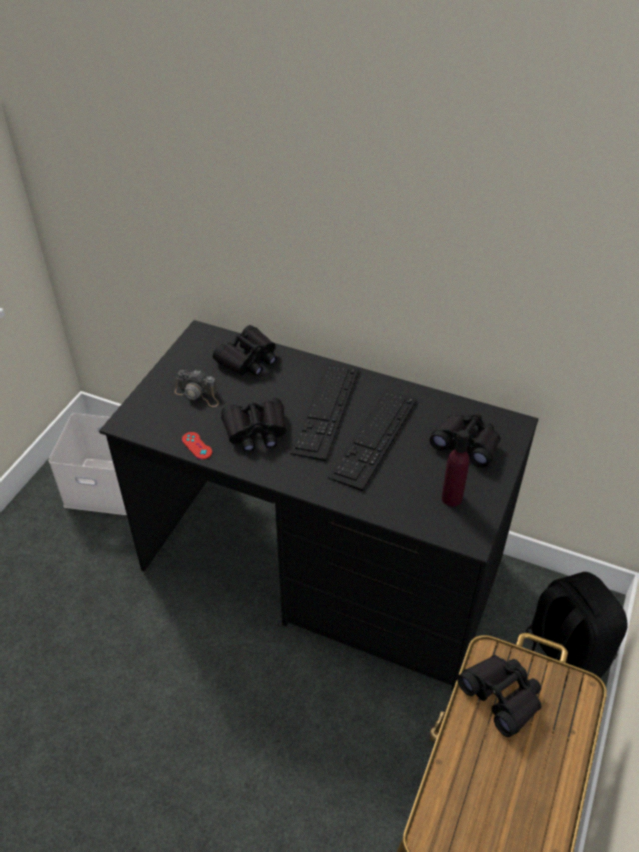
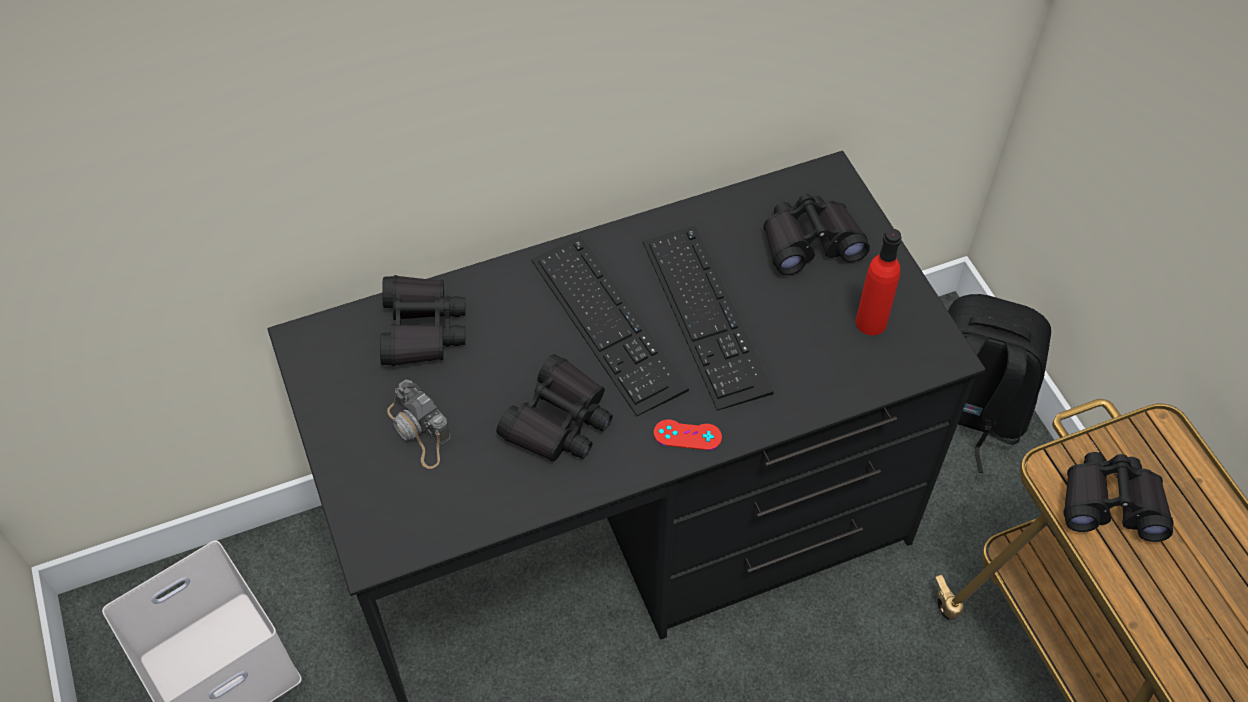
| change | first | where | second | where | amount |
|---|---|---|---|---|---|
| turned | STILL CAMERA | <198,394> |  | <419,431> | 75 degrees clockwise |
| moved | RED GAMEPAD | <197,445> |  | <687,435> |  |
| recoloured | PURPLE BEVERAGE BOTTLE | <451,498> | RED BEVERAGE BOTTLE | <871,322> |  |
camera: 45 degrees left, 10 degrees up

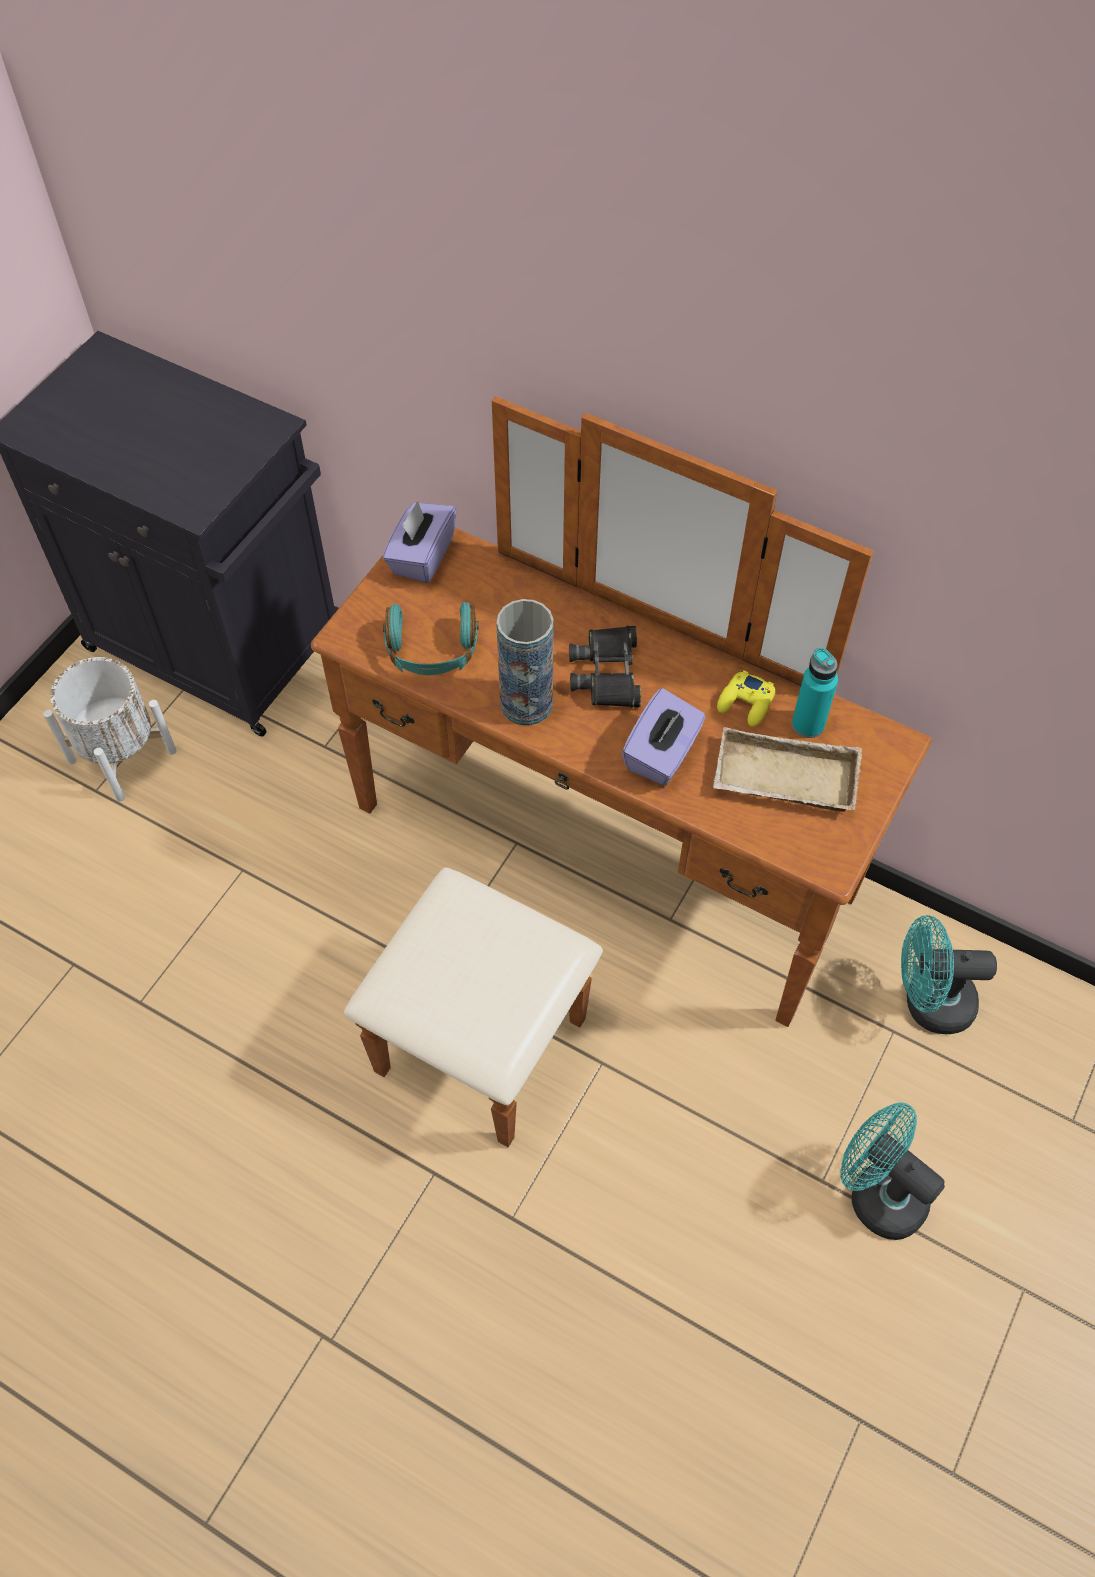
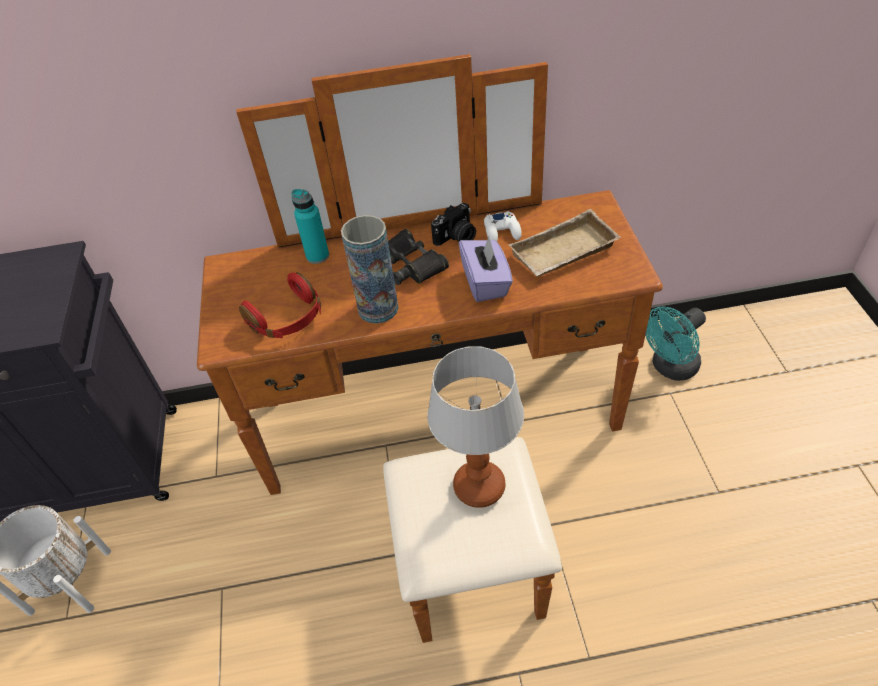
| change | first | where | second | where | amount |
|---|---|---|---|---|---|
| removed | PURPLE TISSUE BOX | <421,557> |  |  |  |
| recoloured | BLUE-GREEN PAIR OF HEADPHONES | <432,651> | RED PAIR OF HEADPHONES | <288,319> |  |
| recoloured | YELLOW GAMEPAD | <746,703> | WHITE GAMEPAD | <502,231> |  |
| moved | BLUE-GREEN BEVERAGE BOTTLE | <808,724> |  | <317,256> |  |
| removed | BLUE-GREEN COOLING FAN | <877,1192> |  |  |  |
| added |  |  | LAMP FOR A TABLE | <480,486> |  |
| added |  |  | STILL CAMERA | <456,237> |  |
camera: 35 degrees left, 10 degrees down

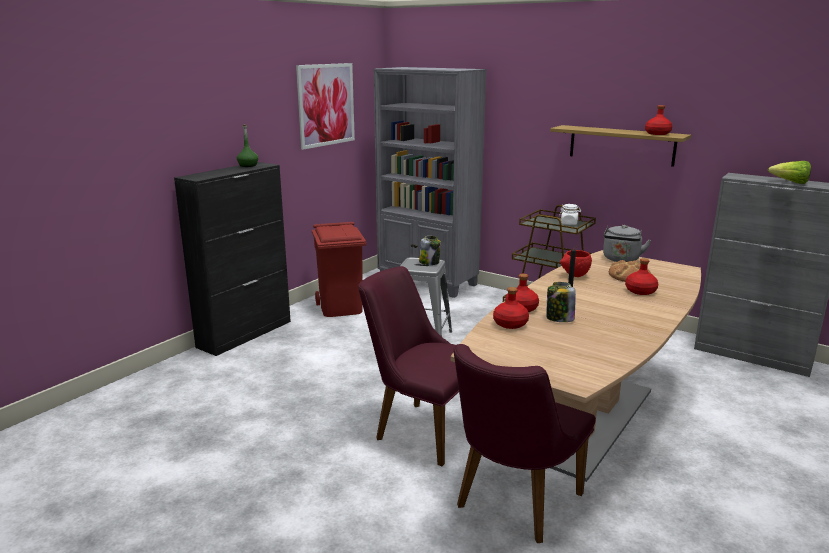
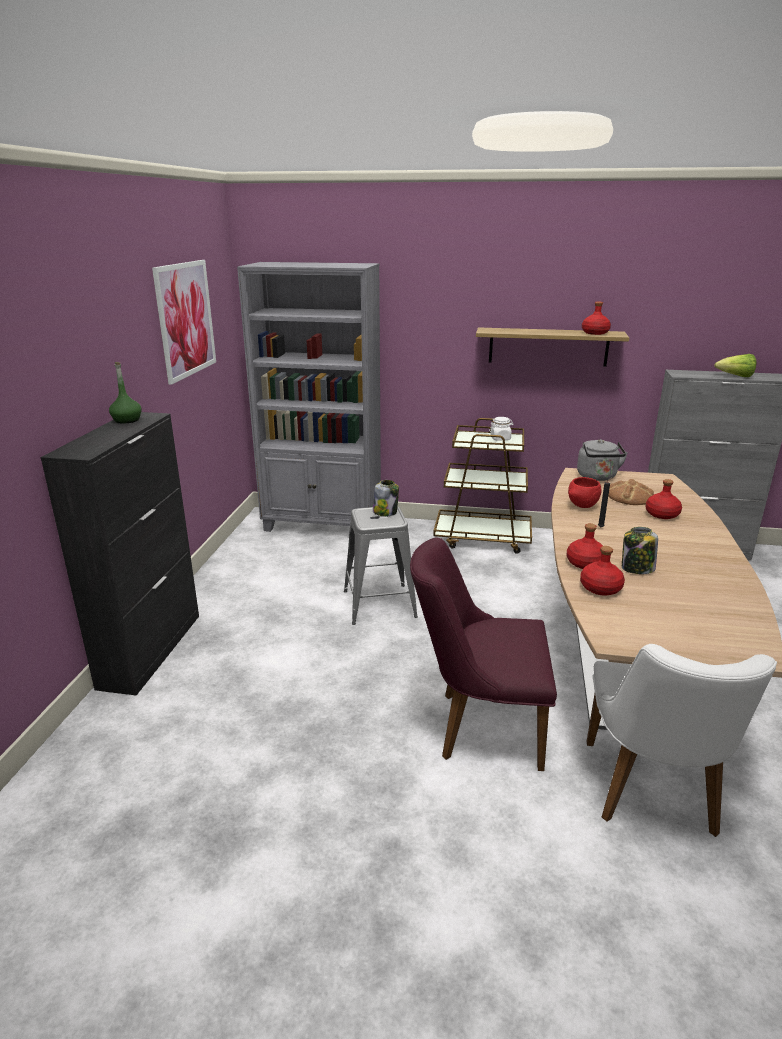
| change | first | where | second | where | amount |
|---|---|---|---|---|---|
| removed | RED RUBBISH BIN | <341,308> |  |  |  |
| recoloured | PURPLE CHAIR | <512,505> | WHITE CHAIR | <652,796> |  |
camera: 25 degrees left, 5 degrees up

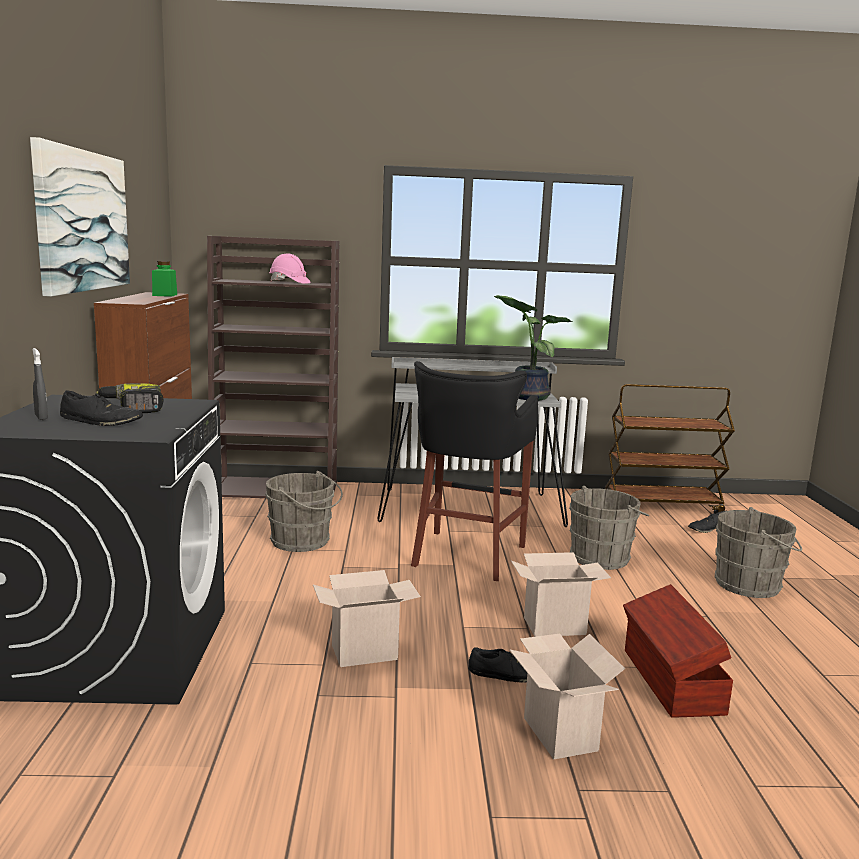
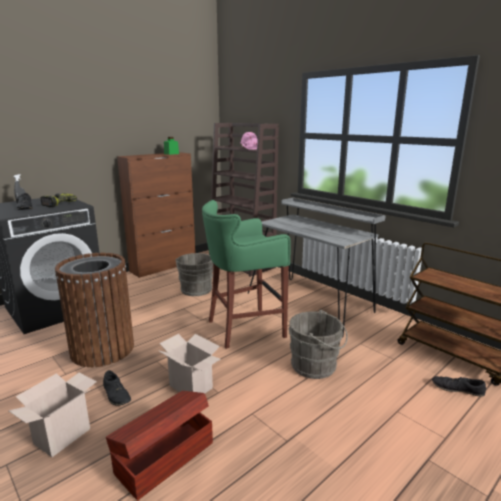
| change | first | where | second | where | amount |
|---|---|---|---|---|---|
| removed | WALL PICTURE | <82,221> |  |  |  |
| replaced | PACKING BOX | <366,651> | BROWN-COLOURED RUBBISH BIN | <103,349> |  |
| recoloured | BLACK STOOL | <466,556> | GREEN-COLOURED STOOL | <243,328> |  |
| removed | HOUSEPLANT | <527,397> |  |  |  |
| removed | GREYISH WATER BUCKET | <751,585> |  |  |  |
camera: 50 degrees right, 5 degrees up

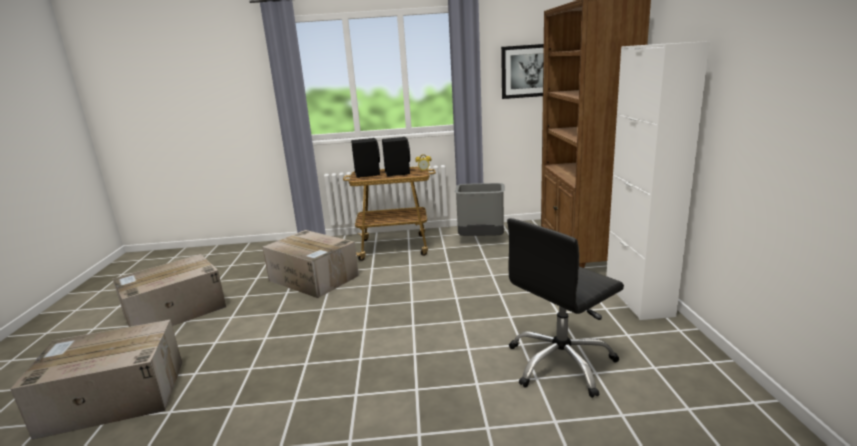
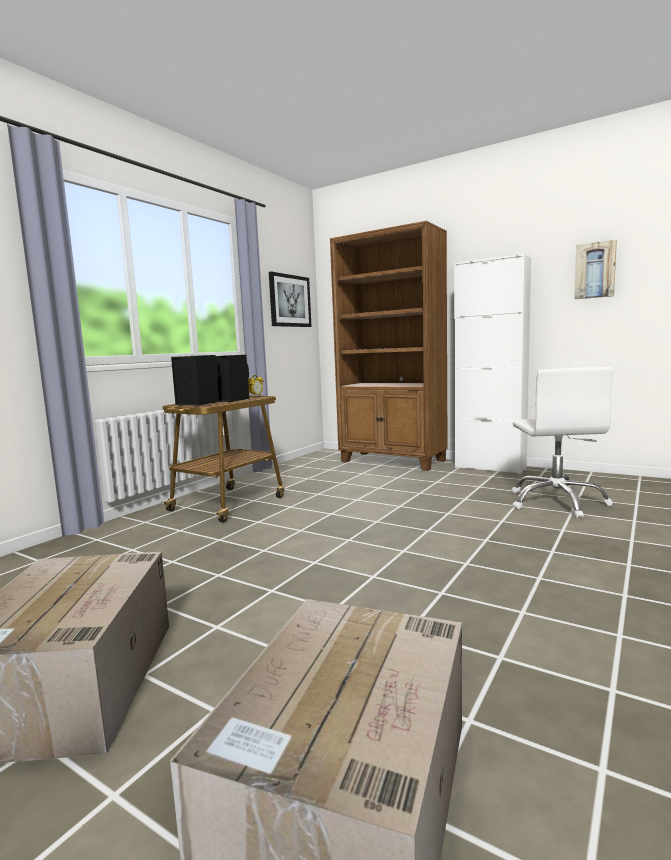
| change | first | where | second | where | amount |
|---|---|---|---|---|---|
| removed | PACKING BOX | <314,278> |  |  |  |
| removed | GREYISH RUBBISH BIN | <481,239> |  |  |  |
| recoloured | BLACK OFFICE CHAIR | <561,363> | WHITE OFFICE CHAIR | <557,502> |  |
| added |  |  | WALL PICTURE | <595,270> |  |
camera: 55 degrees left, 10 degrees down

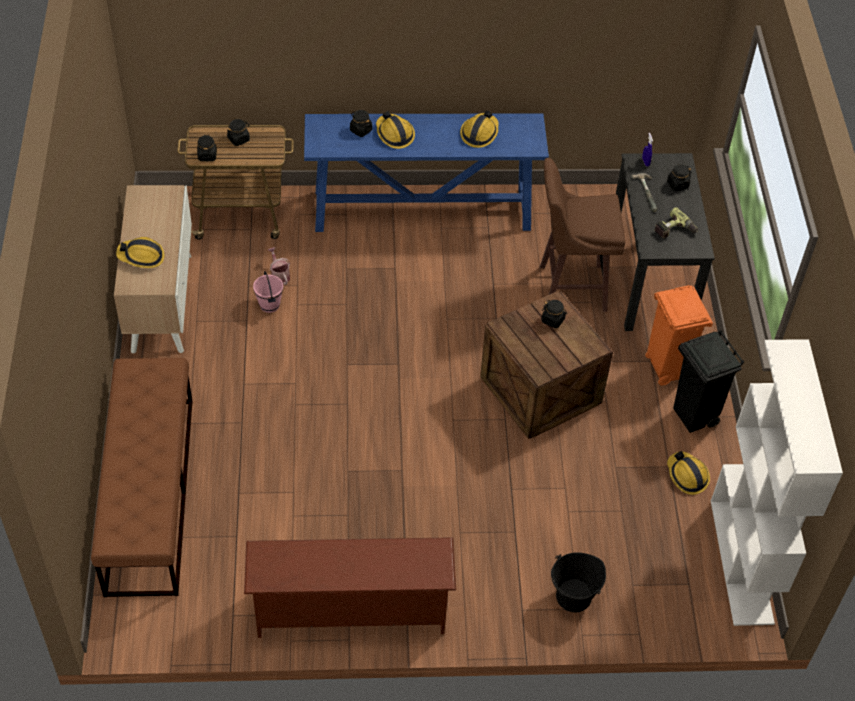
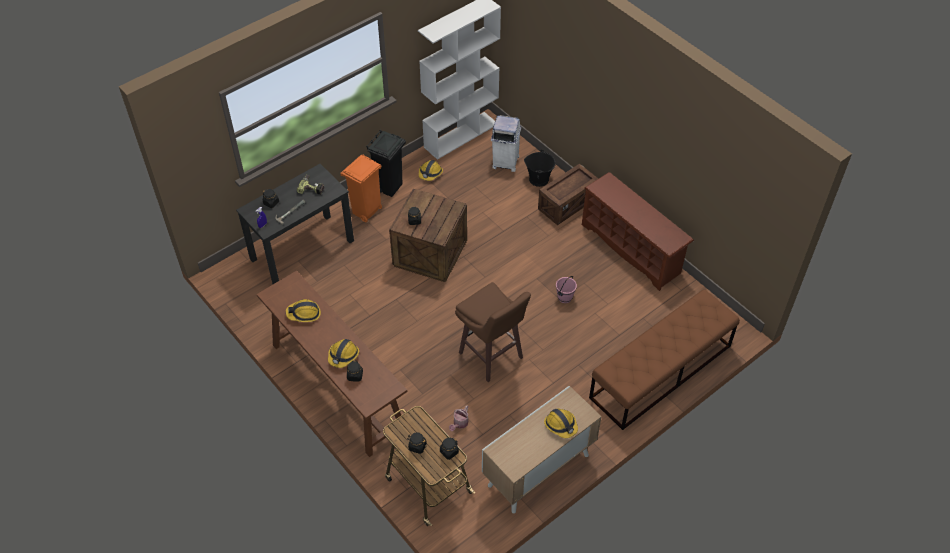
| change | first | where | second | where | amount |
|---|---|---|---|---|---|
| moved | PINK-COLOURED WATER BUCKET | <269,305> |  | <565,298> |  |
| recoloured | BLUE-COLOURED HALL TABLE | <423,210> | BROWN-COLOURED HALL TABLE | <337,386> |  |
| moved | BROWN-COLOURED STOOL | <570,288> |  | <491,357> |  |
| added |  |  | WHITE RUBBISH BIN | <505,162> |  |
| added |  |  | PACKING CRATE | <567,204> |  |
camera: 125 degrees left, 0 degrees up

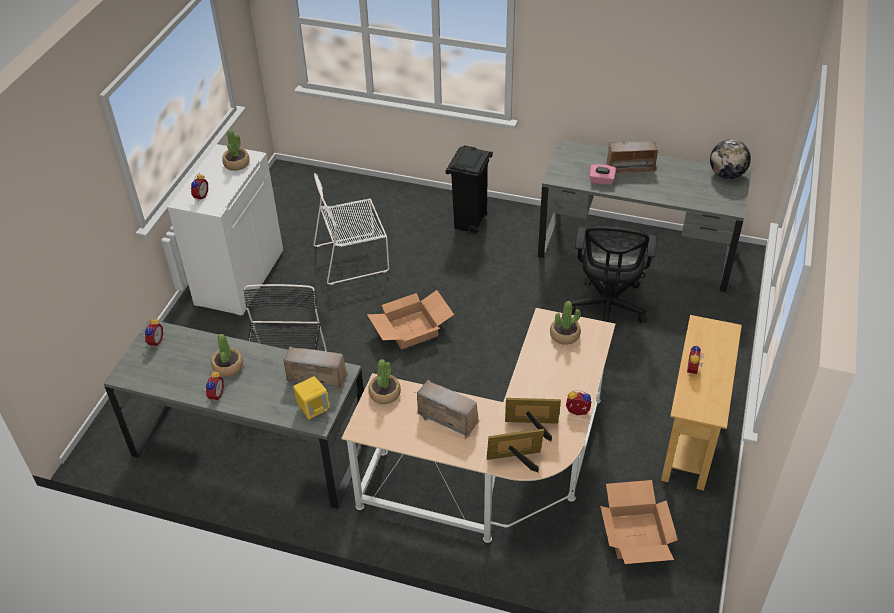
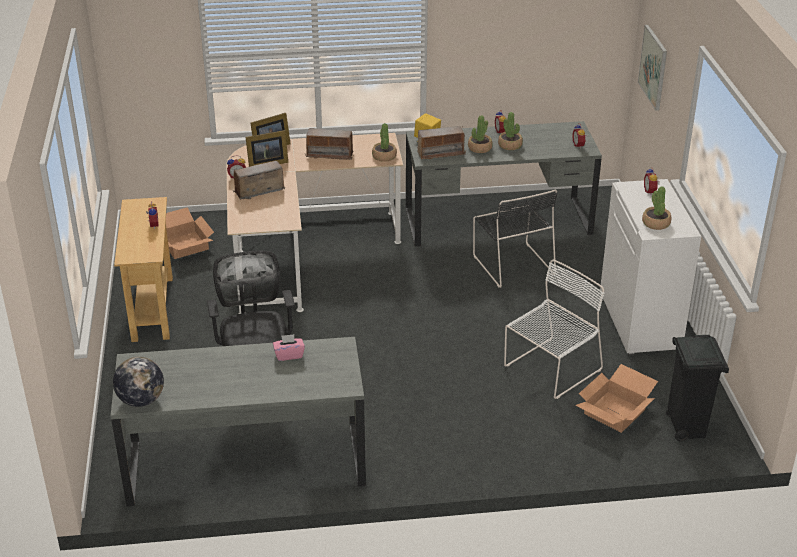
| change | first | where | second | where | amount |
|---|---|---|---|---|---|
| moved | PACKING BOX | <411,329> |  | <615,412> |  |
| moved | BLACK RUBBISH BIN | <469,224> |  | <686,428> |  |
| moved | HOUSEPLANT | <564,335> |  | <479,148> |  |
| moved | RADIO SET | <630,167> |  | <259,191> |  |
| added |  |  | WALL PICTURE | <653,67> |  |
camera: 155 degrees right, 10 degrees down

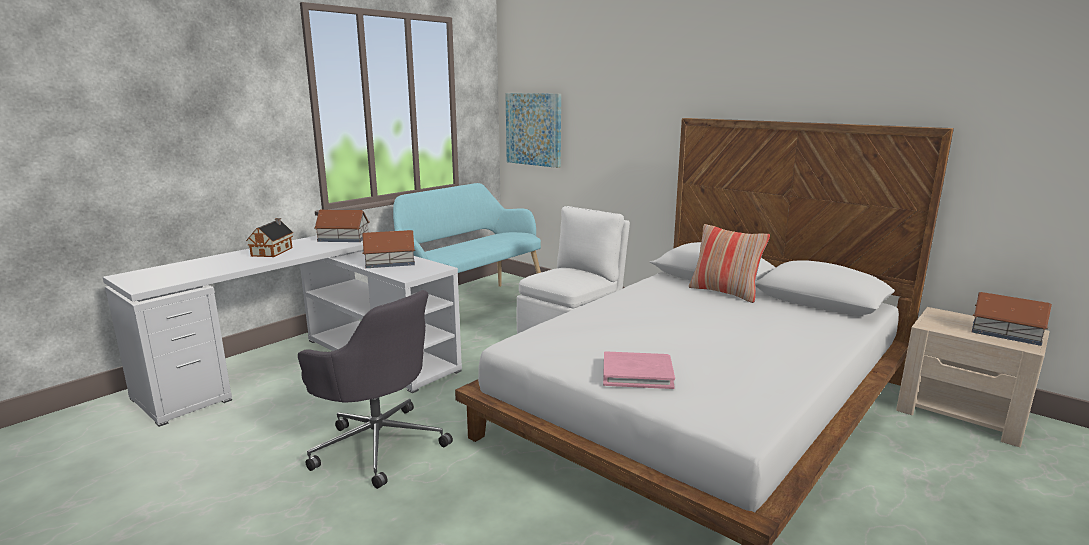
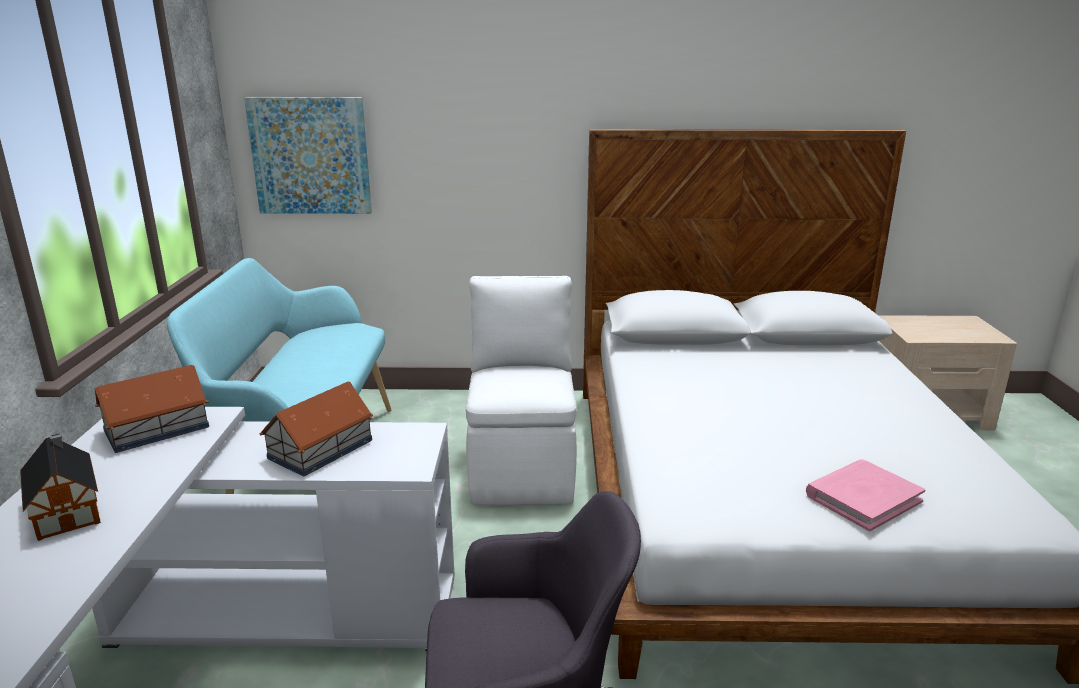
| change | first | where | second | where | amount |
|---|---|---|---|---|---|
| removed | THROW PILLOW | <724,292> |  |  |  |
| removed | MODEL HOUSE | <1006,333> |  |  |  |
camera: 40 degrees left, 5 degrees up

